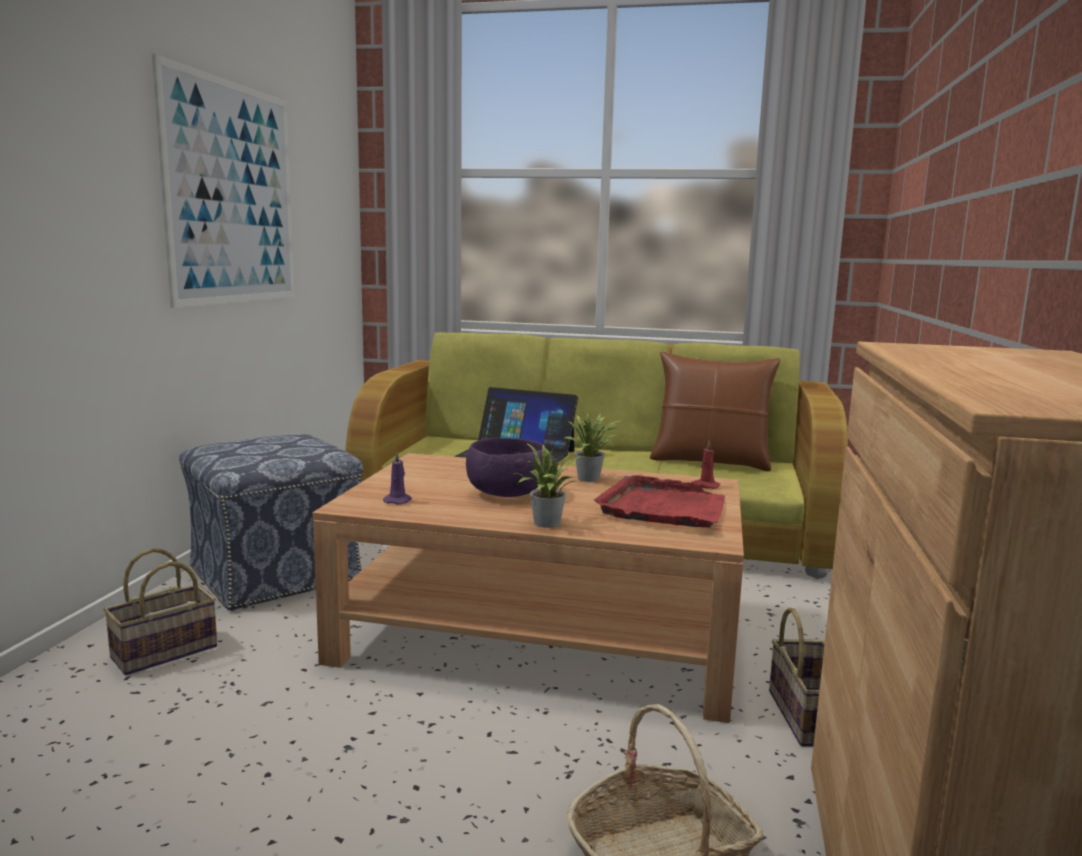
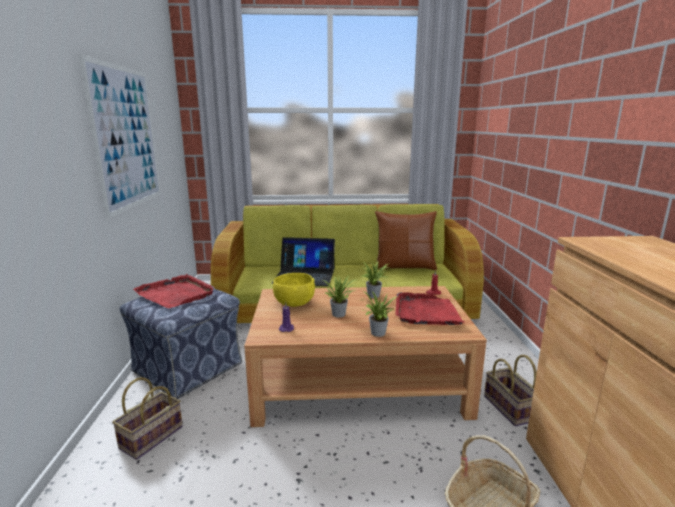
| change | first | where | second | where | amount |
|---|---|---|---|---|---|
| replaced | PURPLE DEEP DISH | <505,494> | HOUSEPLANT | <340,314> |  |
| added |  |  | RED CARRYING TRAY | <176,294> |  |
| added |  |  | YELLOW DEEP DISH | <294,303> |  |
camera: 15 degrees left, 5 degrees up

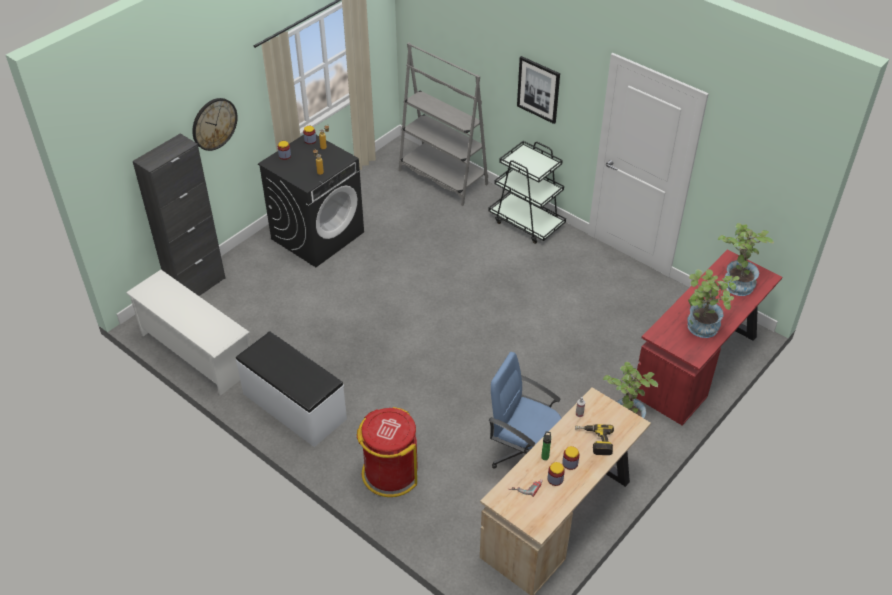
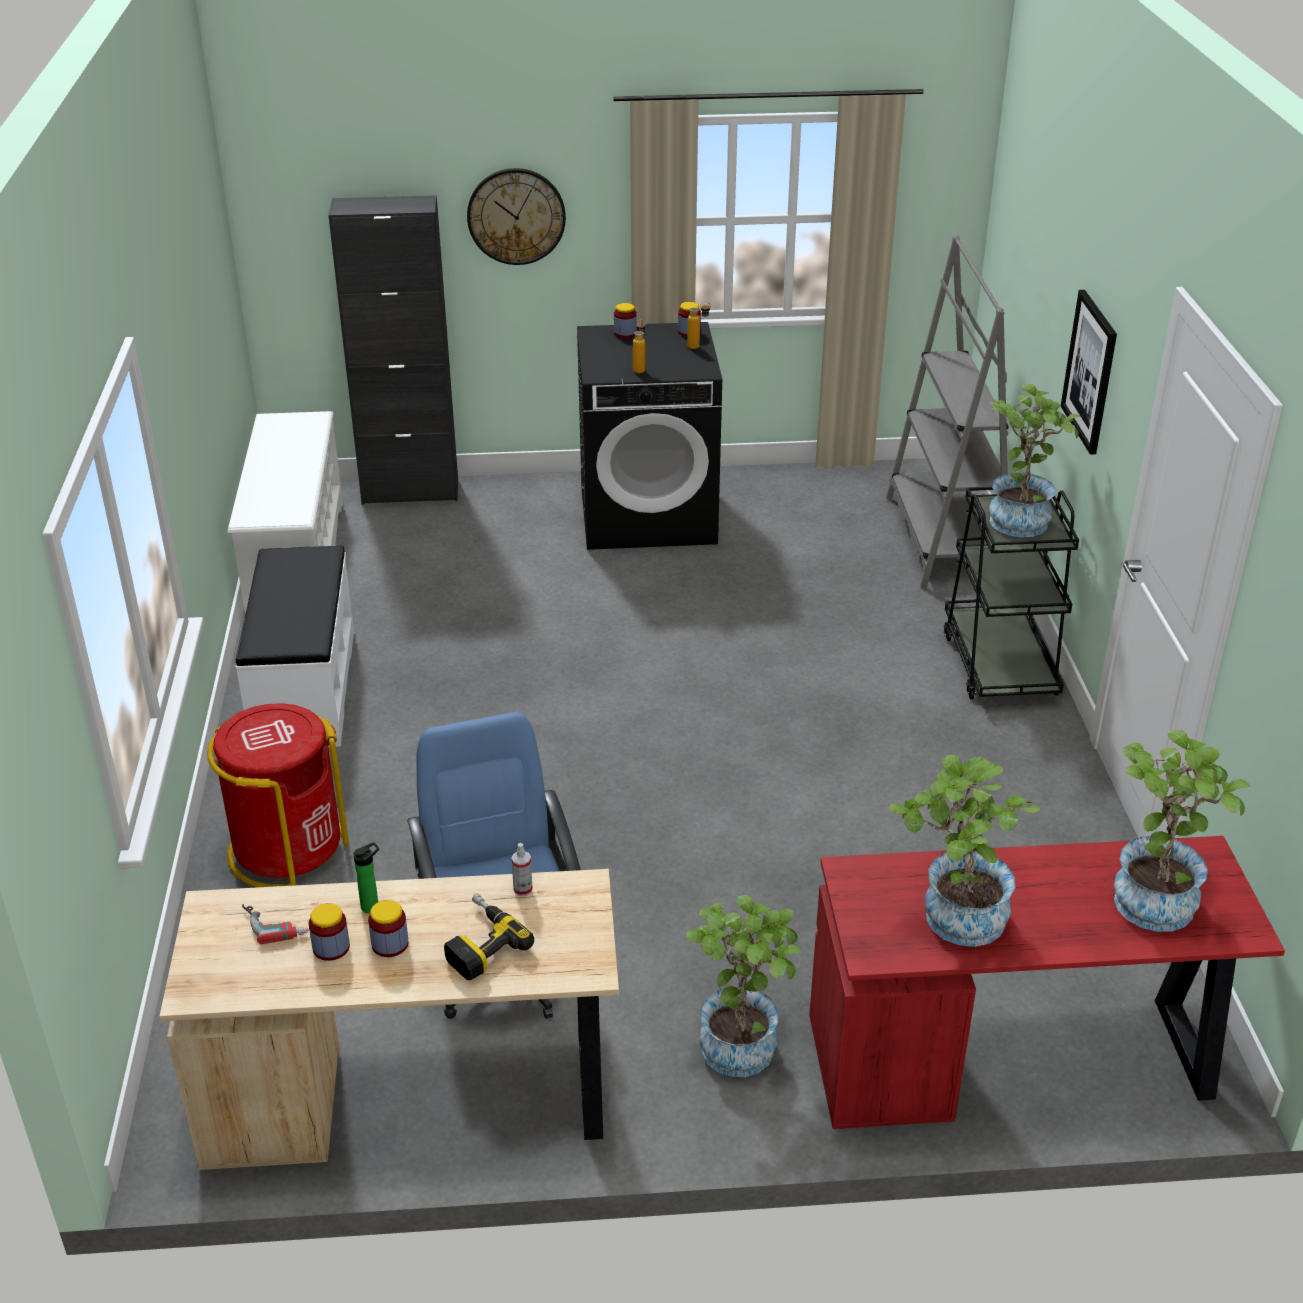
| change | first | where | second | where | amount |
|---|---|---|---|---|---|
| added |  |  | HOUSEPLANT | <1019,517> |  |
camera: 45 degrees right, 10 degrees down

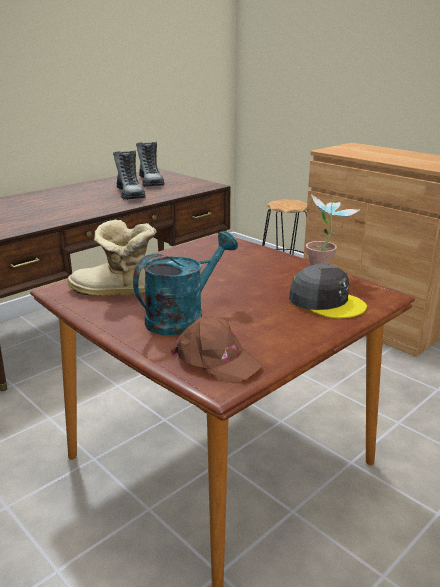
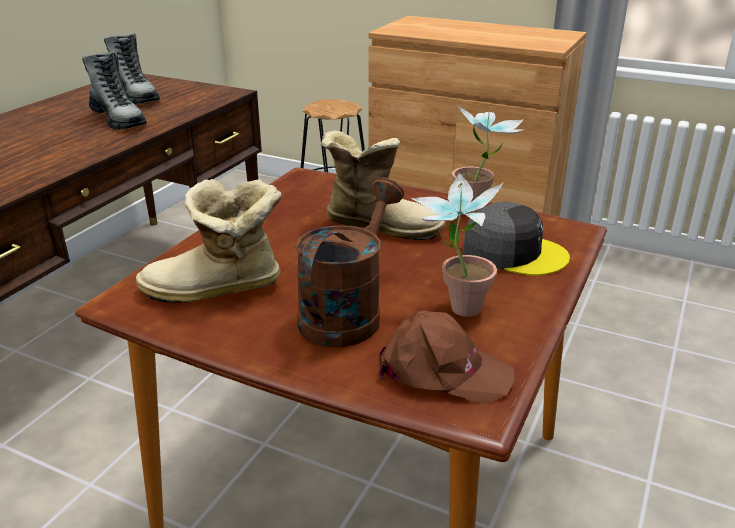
| change | first | where | second | where | amount |
|---|---|---|---|---|---|
| recoloured | BLUE-GREEN WATERING CAN | <183,317> | BROWN-COLOURED WATERING CAN | <347,312> |  |
| added |  |  | TALL BOOT | <381,225> |  |
| added |  |  | HOUSEPLANT | <454,308> |  |
camera: 20 degrees left, 5 degrees up

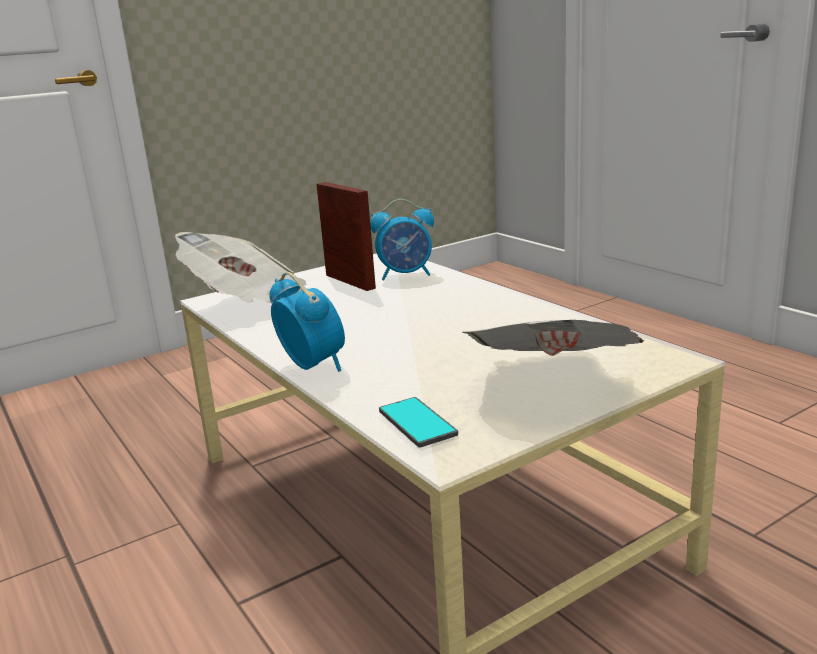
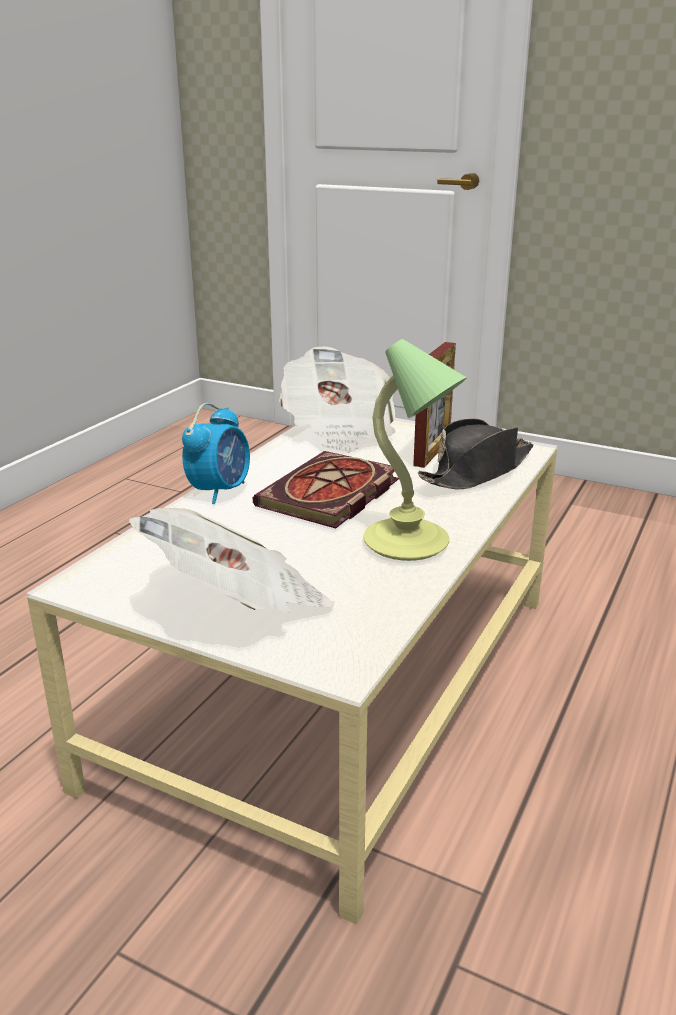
| change | first | where | second | where | amount |
|---|---|---|---|---|---|
| replaced | ALARM CLOCK | <406,275> | BLACK HAT | <477,471> |  |
| removed | TELEPHONE | <417,423> |  |  |  |
| added |  |  | VOLUME | <329,495> |  |
| added |  |  | LAMP FOR A TABLE | <408,543> |  |
camera: 60 degrees right, 5 degrees up

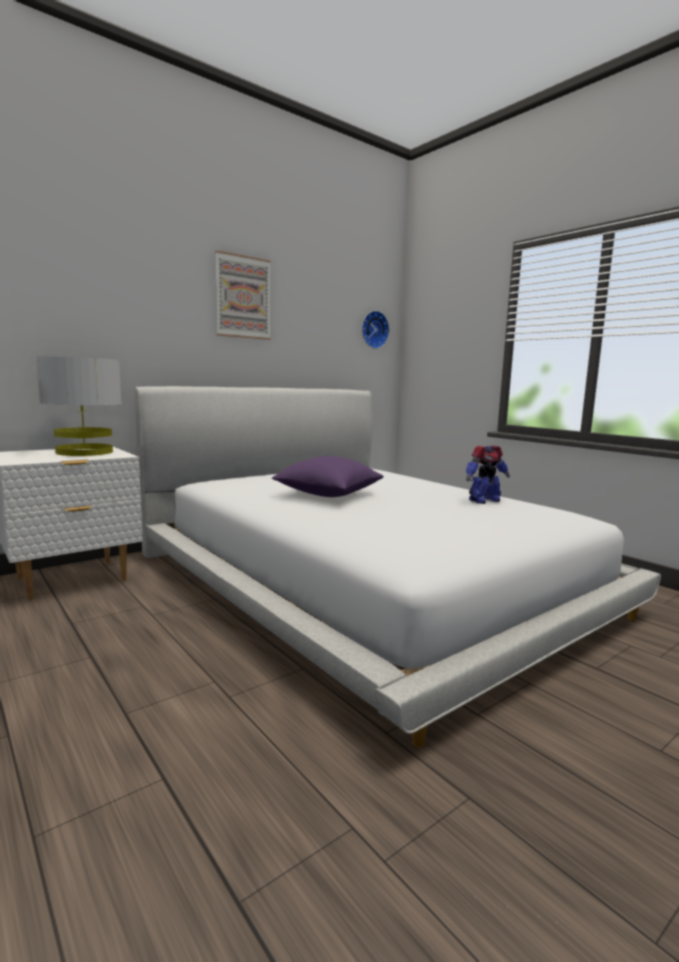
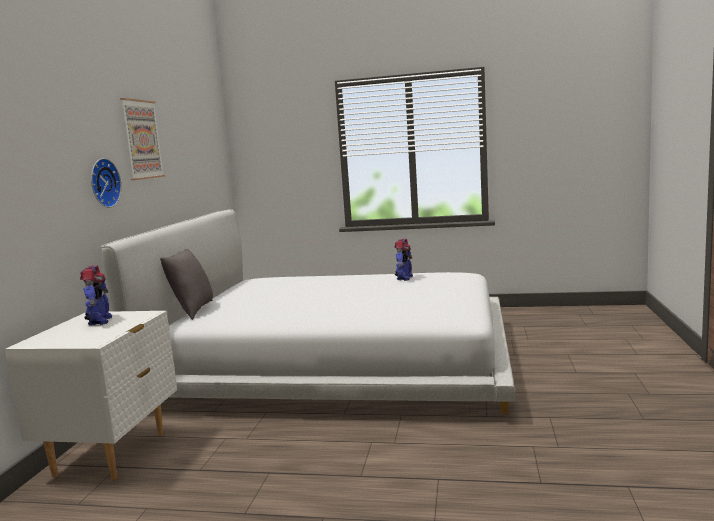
| change | first | where | second | where | amount |
|---|---|---|---|---|---|
| replaced | GREYISH LAMP FOR A TABLE | <84,452> | TOY ROBOT | <99,321> |  |
| removed | PURPLE THROW PILLOW | <328,494> |  |  |  |
| moved | HANGING CLOCK | <373,330> |  | <102,183> |  |
| added |  |  | GREYISH THROW PILLOW | <192,311> |  |
camera: 40 degrees left, 0 degrees up

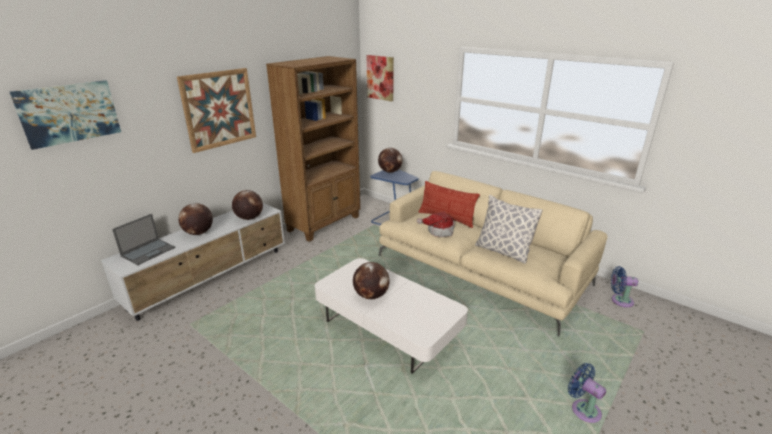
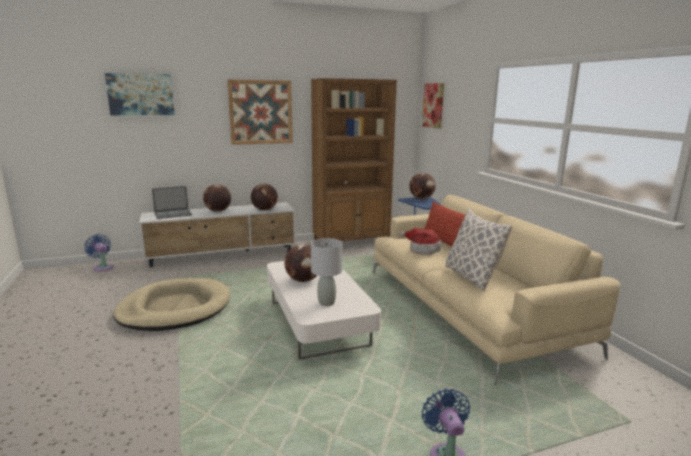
| change | first | where | second | where | amount |
|---|---|---|---|---|---|
| moved | BLUE-COLOURED COOLING FAN | <619,300> |  | <103,267> |  |
| added |  |  | BEIGE-COLOURED DOG BED | <175,309> |  |
| added |  |  | GREYISH LAMP FOR A TABLE | <326,303> |  |
camera: 30 degrees right, 10 degrees down

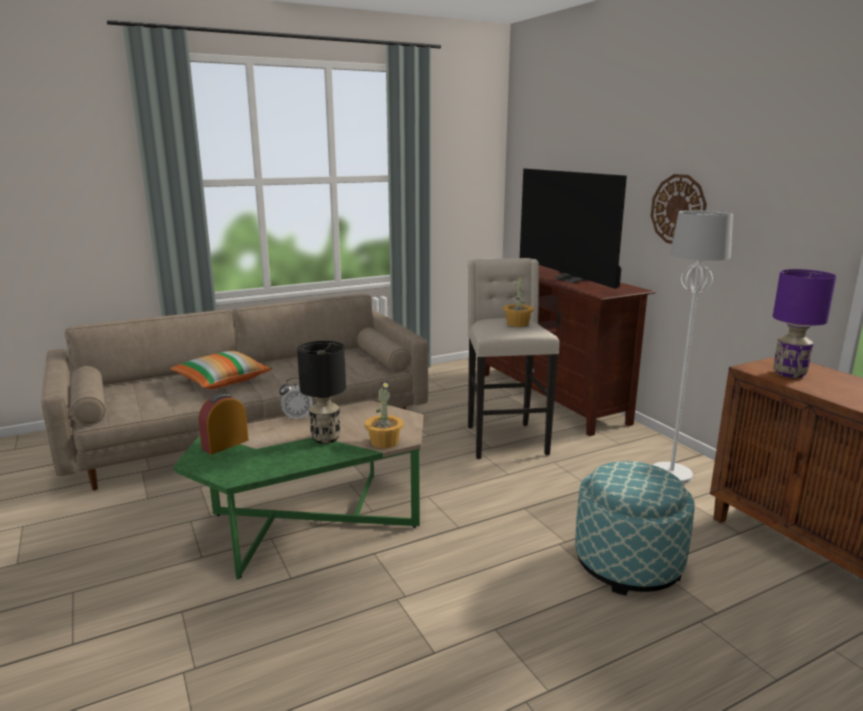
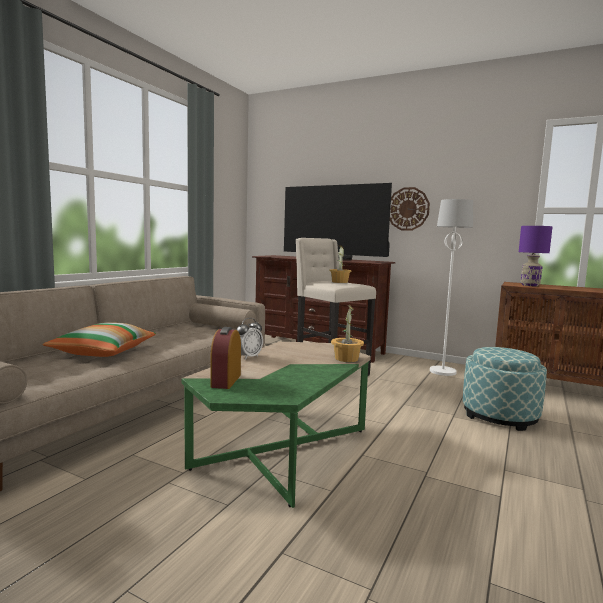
| change | first | where | second | where | amount |
|---|---|---|---|---|---|
| removed | BLACK LAMP FOR A TABLE | <325,438> |  |  |  |
camera: 35 degrees left, 10 degrees down

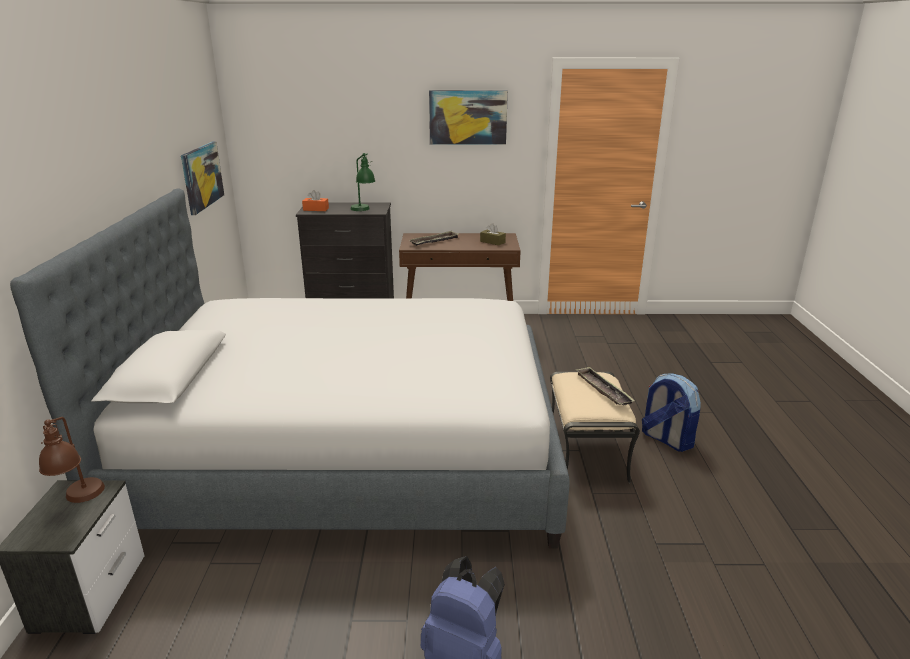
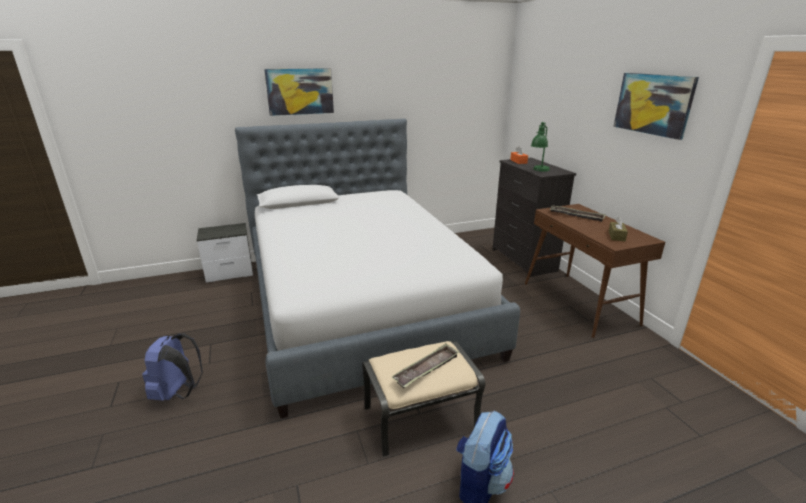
| change | first | where | second | where | amount |
|---|---|---|---|---|---|
| removed | BROWN-COLOURED LAMP FOR A TABLE | <81,501> |  |  |  |
| moved | WALL PICTURE | <202,176> |  | <300,91> |  |
camera: 70 degrees right, 0 degrees up

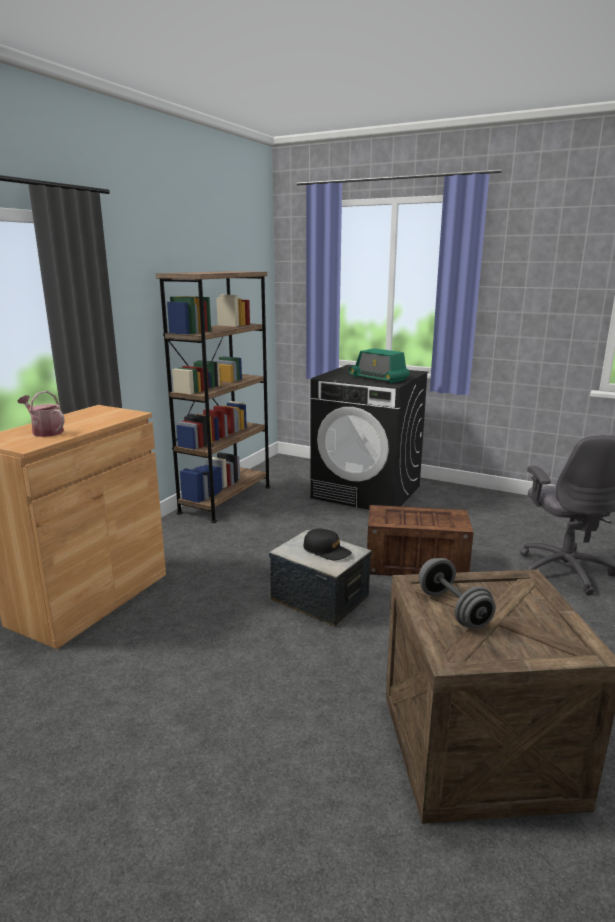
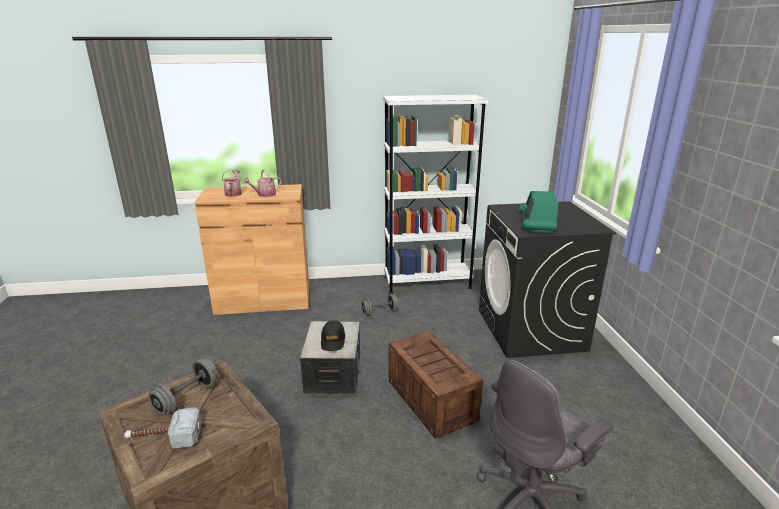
| change | first | where | second | where | amount |
|---|---|---|---|---|---|
| recoloured | BROWN-COLOURED BOOKCASE | <226,499> | WHITE BOOKCASE | <427,282> |  |
| added |  |  | HAMMER | <164,438> |  |
| added |  |  | WATERING CAN | <264,195> |  |
| added |  |  | GREYISH DUMBBELL | <380,312> |  |
camera: 55 degrees right, 5 degrees up

